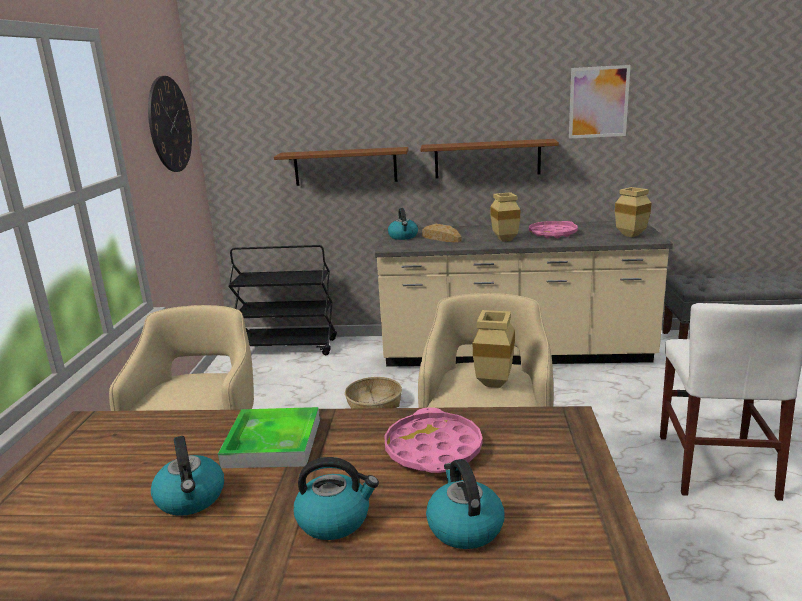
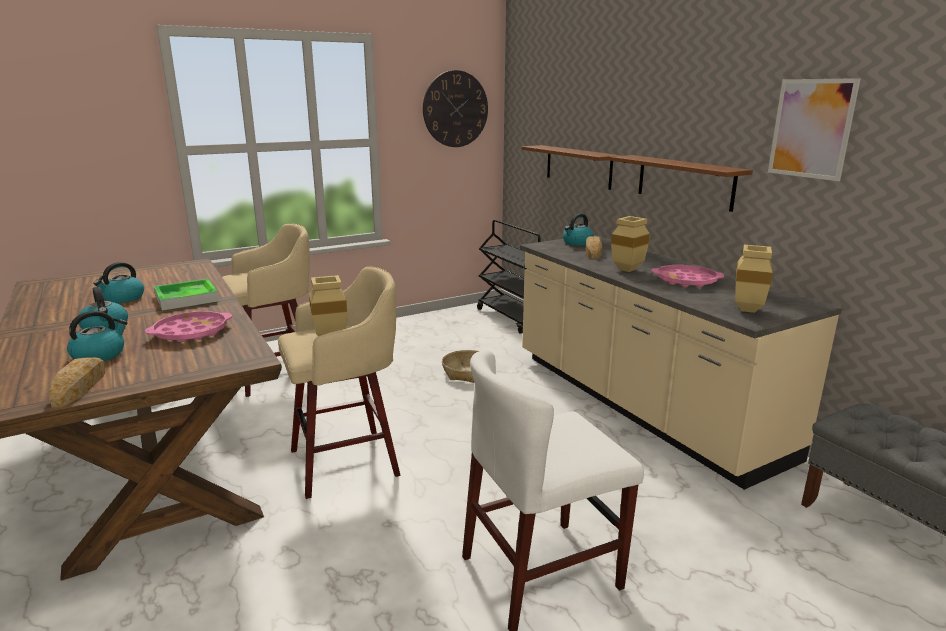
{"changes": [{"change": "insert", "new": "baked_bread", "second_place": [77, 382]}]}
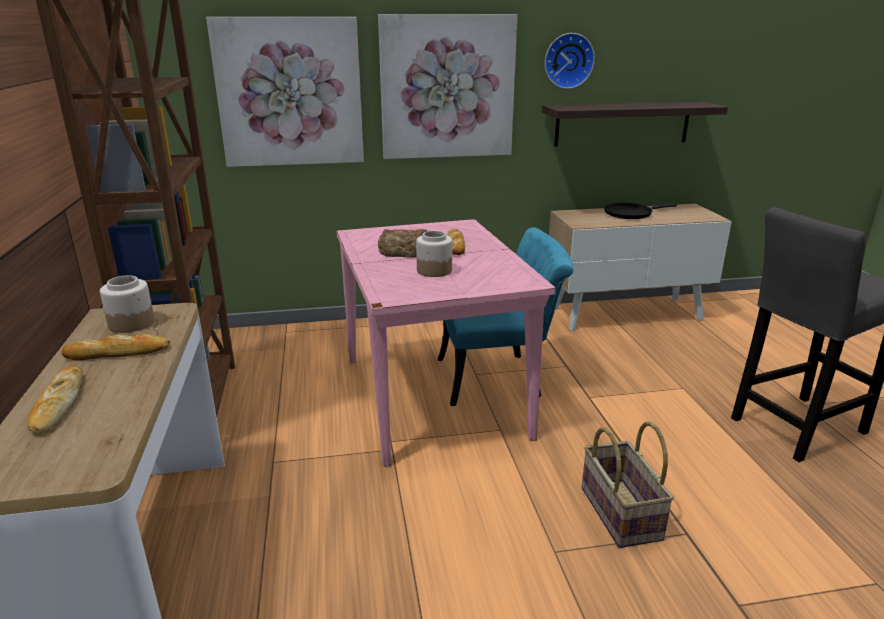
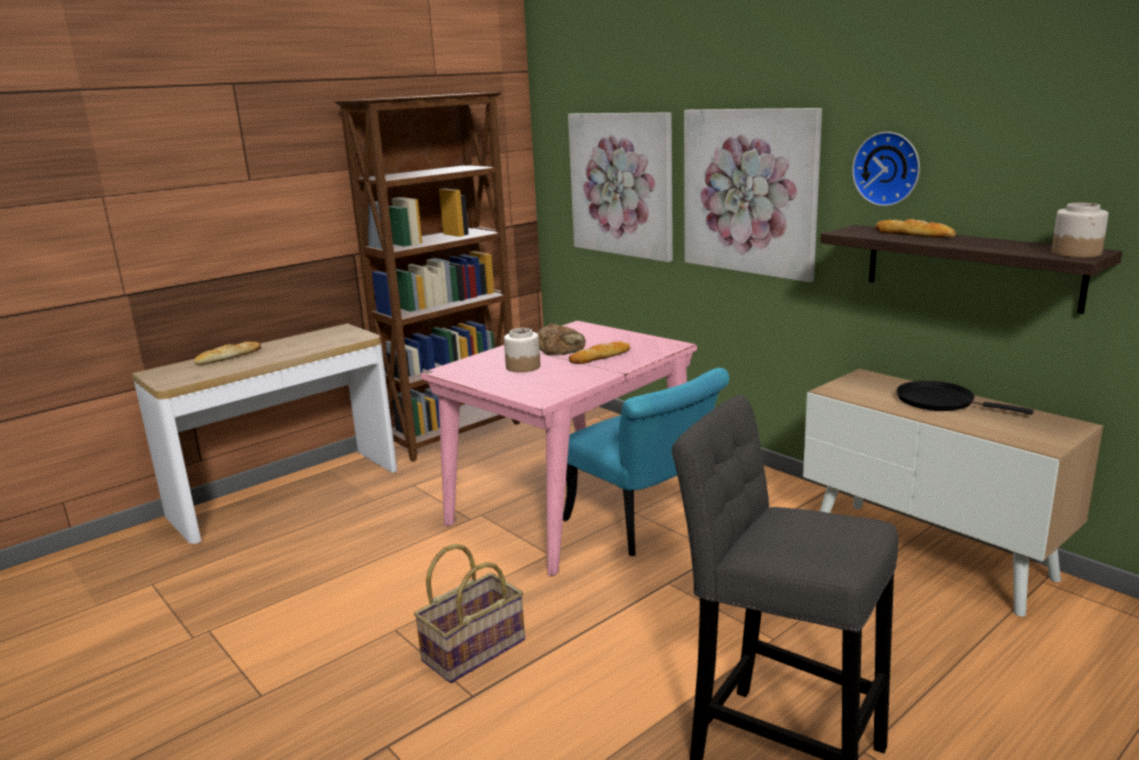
{"changes": [{"change": "move", "old": "jar", "first_place": [127, 304], "second_place": [1080, 230]}, {"change": "move", "old": "baked_bread", "first_place": [115, 347], "second_place": [915, 228]}]}
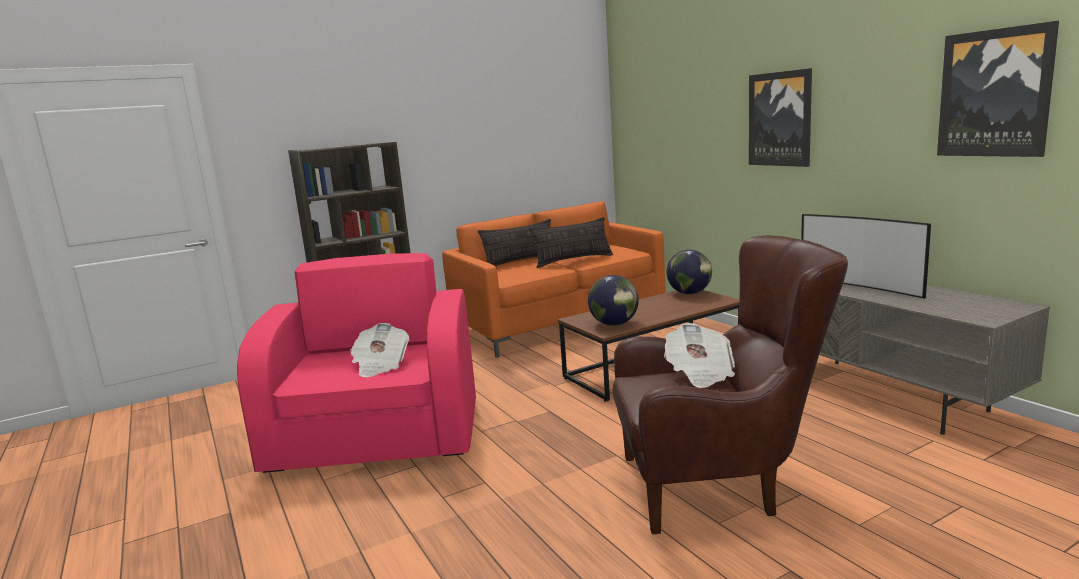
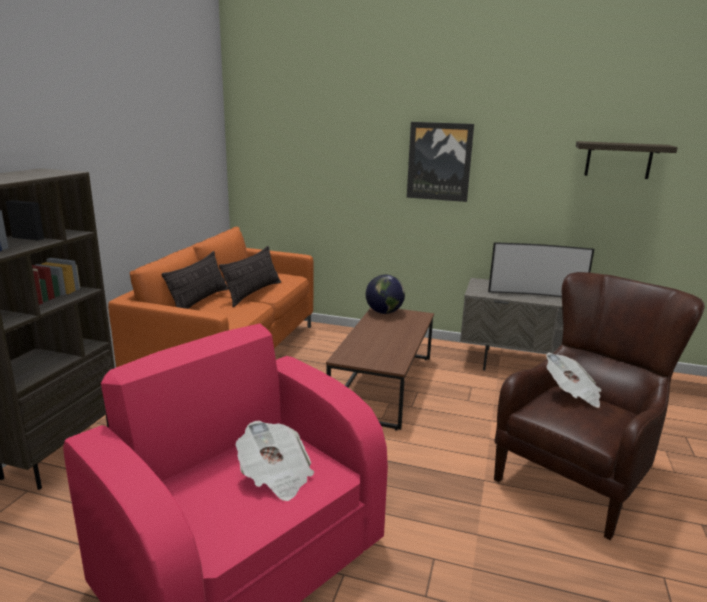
{"changes": [{"change": "replace", "old": "wall_picture", "new": "bracket_shelf", "first_place": [998, 89], "second_place": [627, 160]}, {"change": "delete", "old": "desk_globe", "first_place": [613, 300]}]}
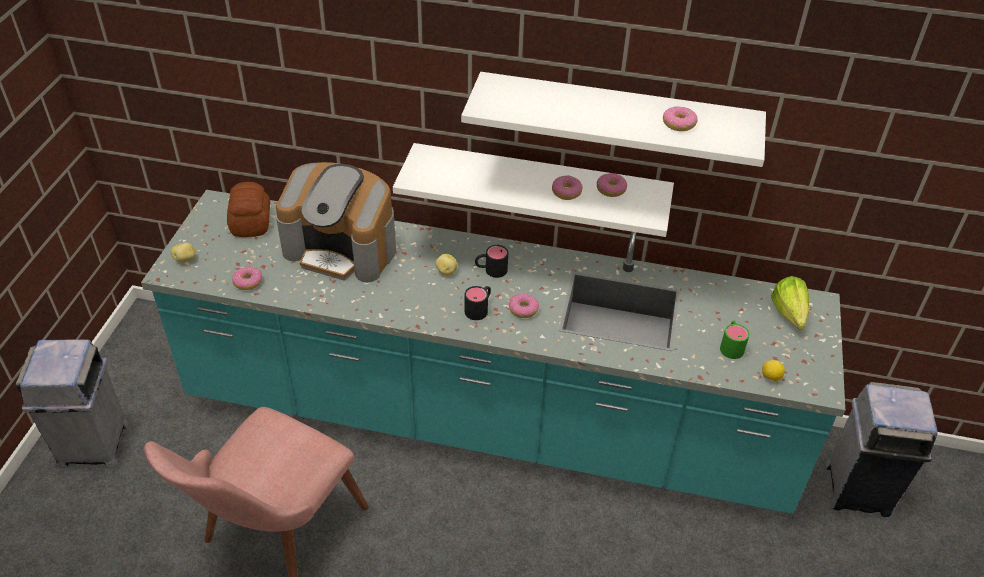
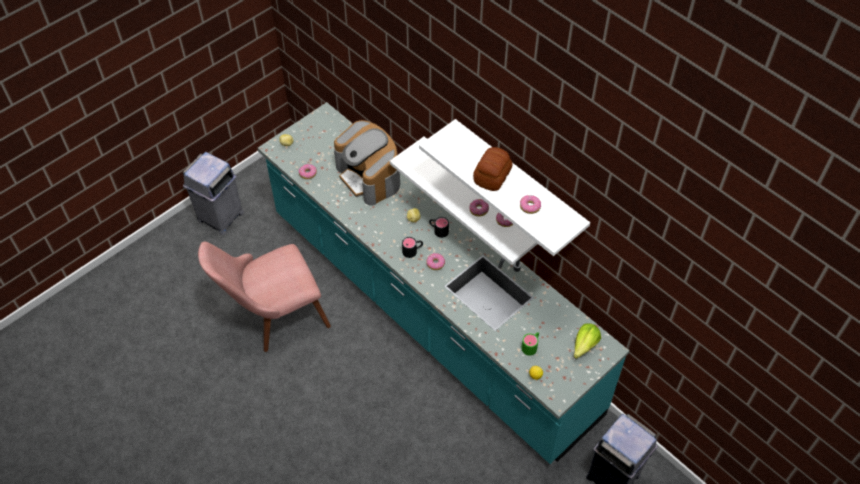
{"changes": [{"change": "move", "old": "baked_bread", "first_place": [248, 209], "second_place": [493, 169]}]}
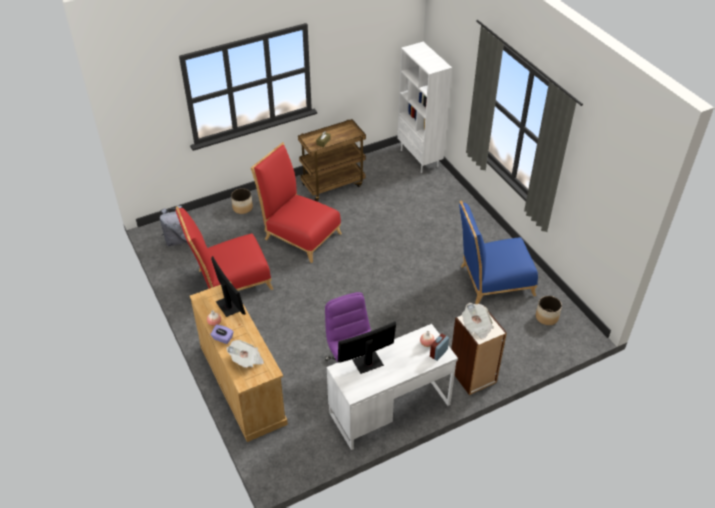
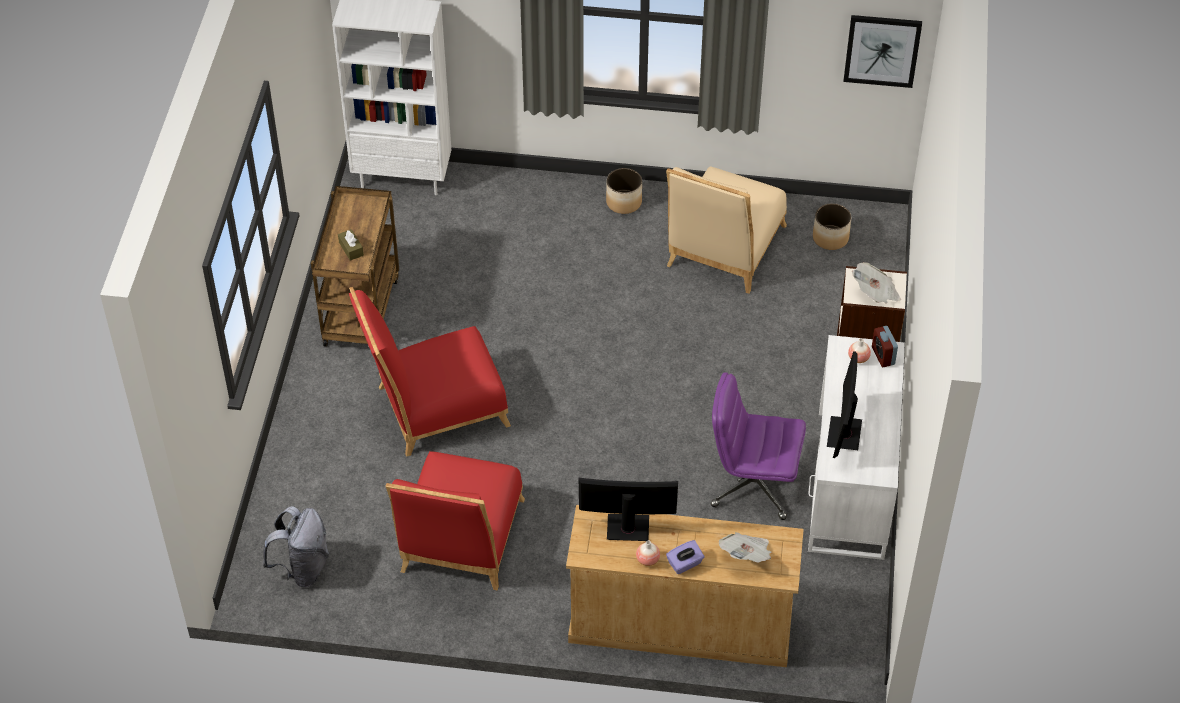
{"changes": [{"change": "move", "old": "planter", "first_place": [242, 201], "second_place": [624, 191]}, {"change": "recolor", "old": "blue-coloured_chair", "new": "sand-coloured_chair", "first_place": [498, 252], "second_place": [726, 230]}, {"change": "insert", "new": "wall_picture", "second_place": [882, 51]}]}
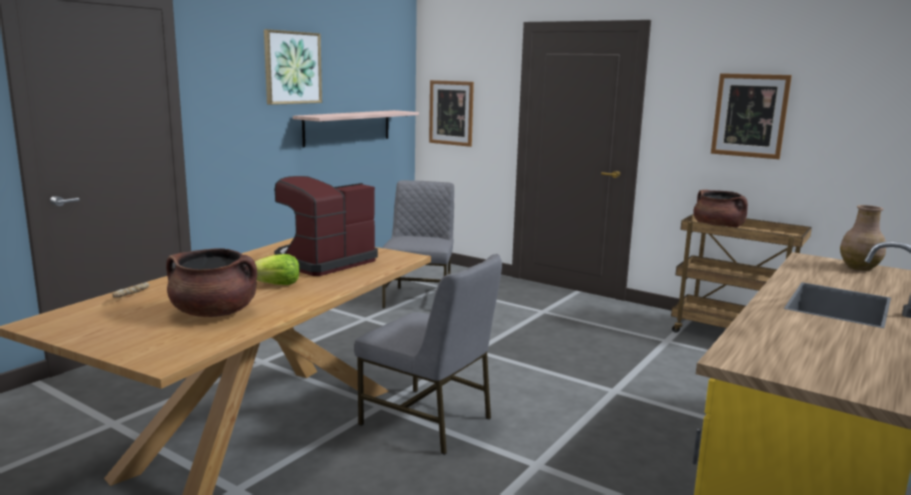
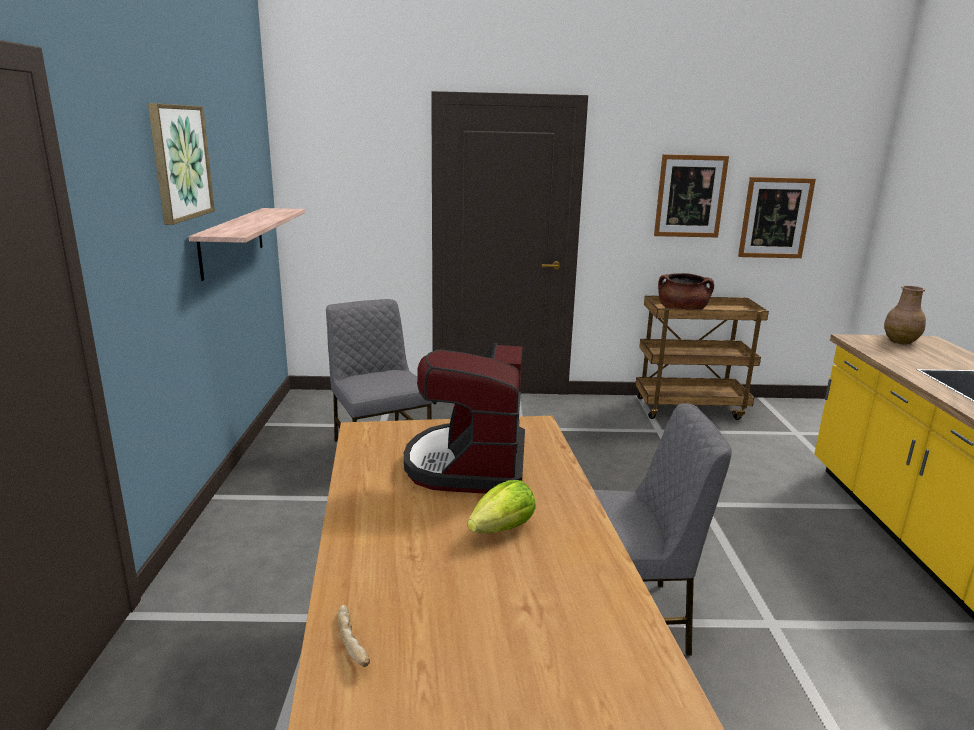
{"changes": [{"change": "move", "old": "wall_picture", "first_place": [451, 113], "second_place": [777, 217]}, {"change": "delete", "old": "brown_stockpot", "first_place": [211, 282]}]}
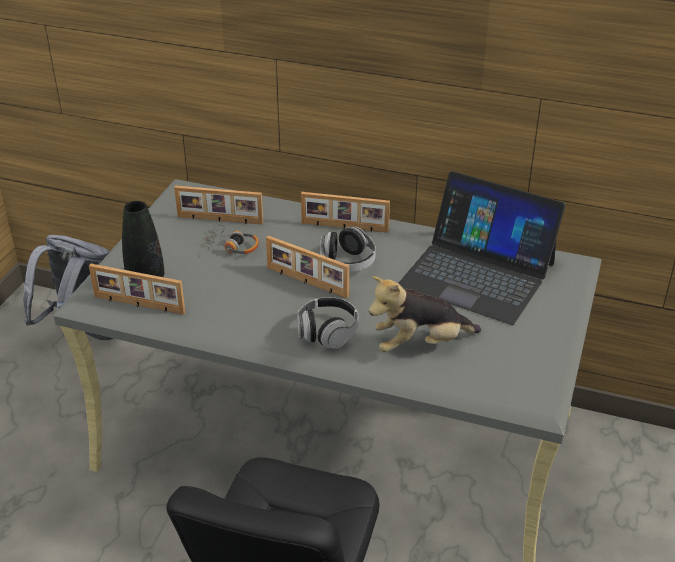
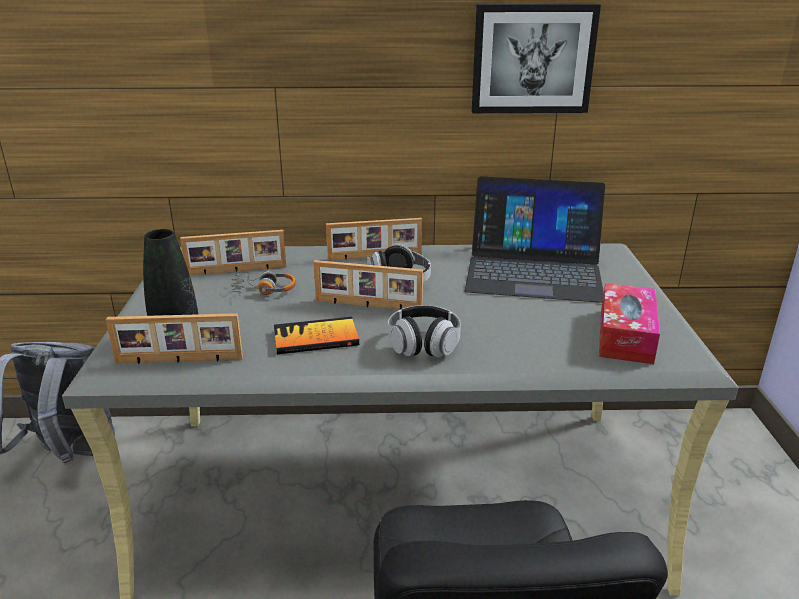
{"changes": [{"change": "delete", "old": "cuddly_toy", "first_place": [425, 314]}, {"change": "insert", "new": "wall_picture", "second_place": [536, 58]}, {"change": "insert", "new": "tissue_holder", "second_place": [629, 323]}, {"change": "insert", "new": "volume", "second_place": [316, 335]}]}
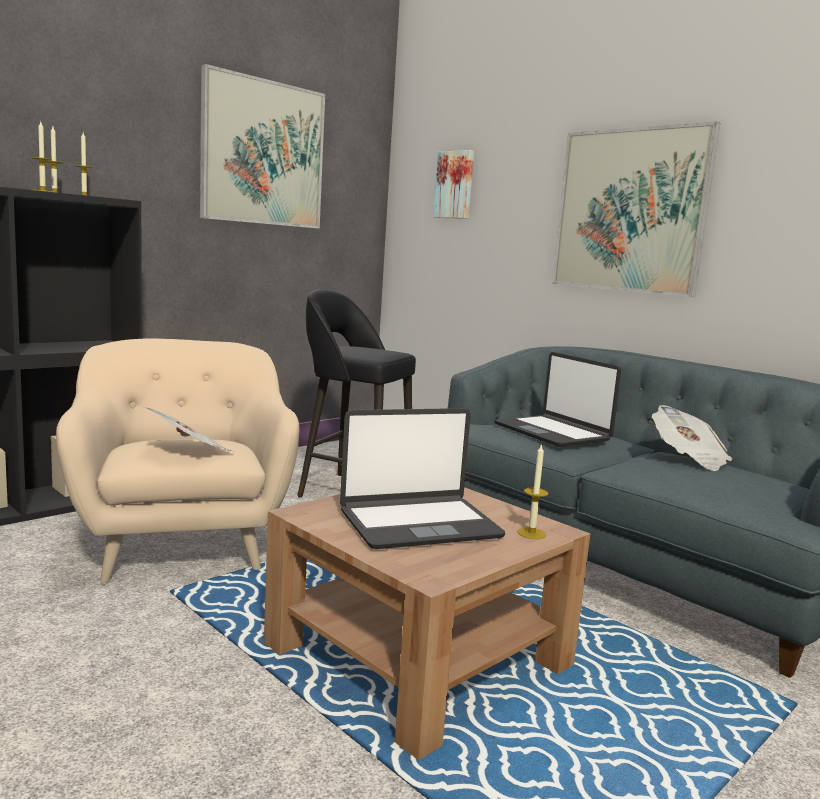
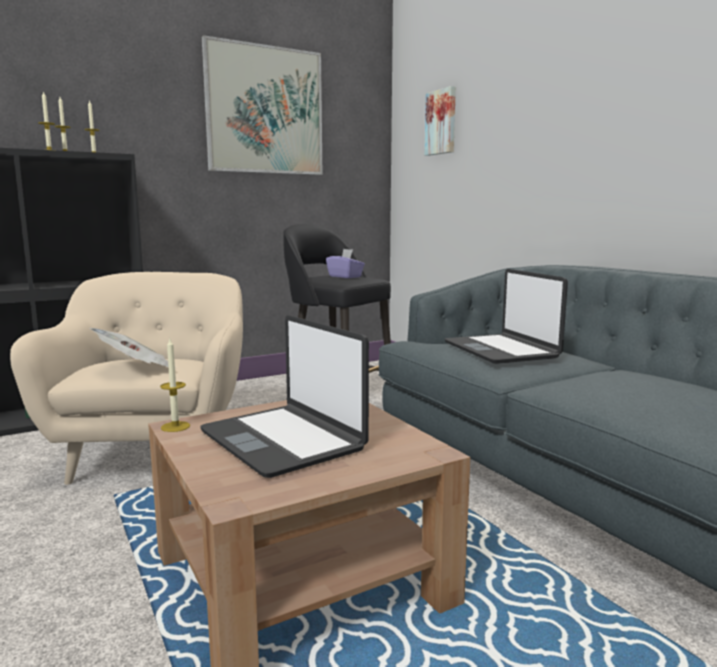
{"changes": [{"change": "delete", "old": "wall_picture", "first_place": [636, 209]}, {"change": "delete", "old": "newspaper", "first_place": [692, 438]}, {"change": "rotate", "old": "portable_computer", "first_place": [422, 478], "second_place": [284, 396], "degrees": 60}, {"change": "move", "old": "wax_candle", "first_place": [533, 491], "second_place": [175, 385]}, {"change": "insert", "new": "purple-coloured_tissue_holder", "second_place": [345, 263]}]}
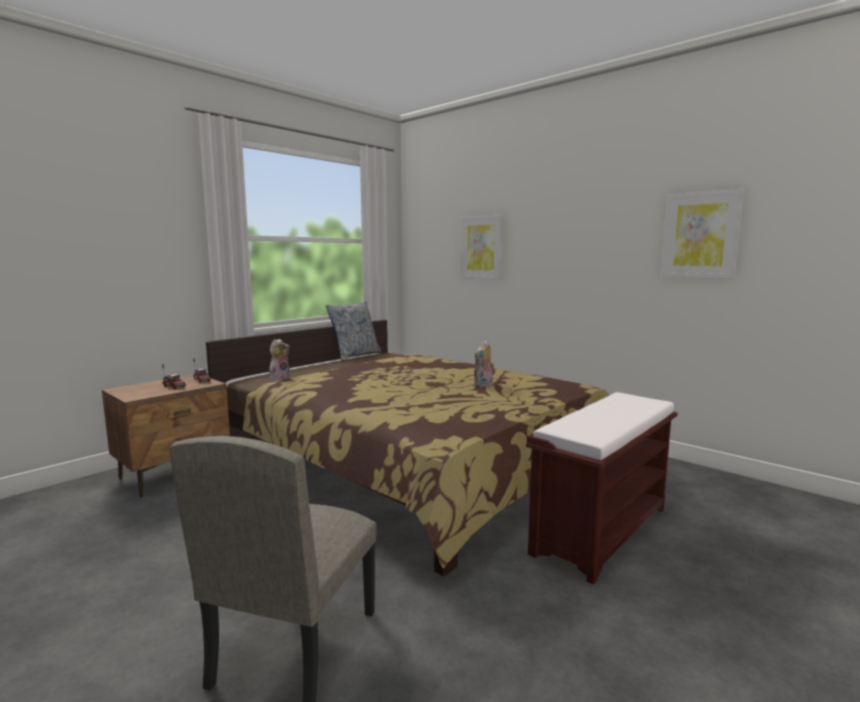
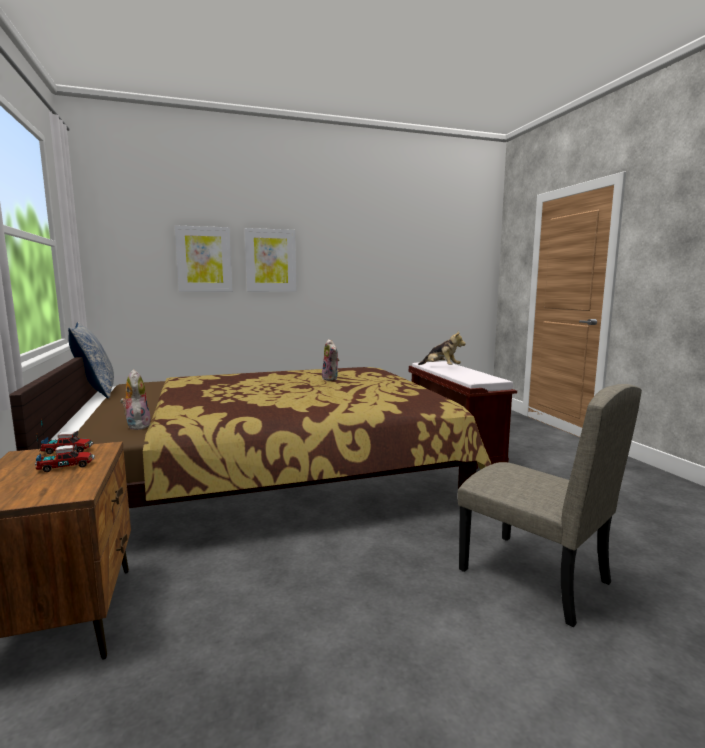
{"changes": [{"change": "move", "old": "wall_picture", "first_place": [702, 234], "second_place": [270, 260]}, {"change": "insert", "new": "cuddly_toy", "second_place": [442, 348]}]}
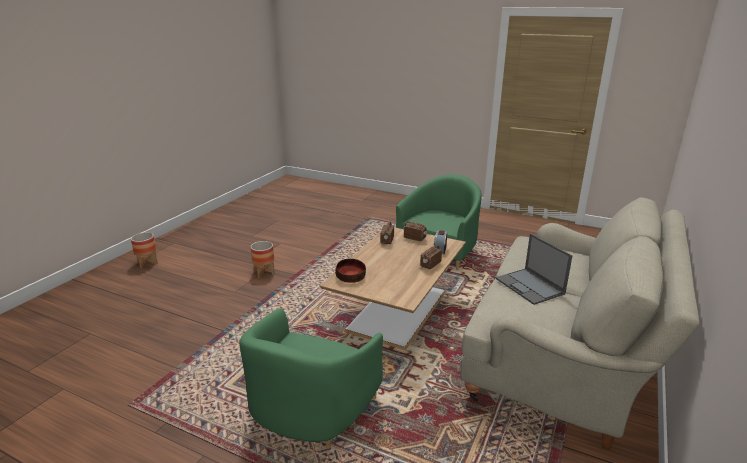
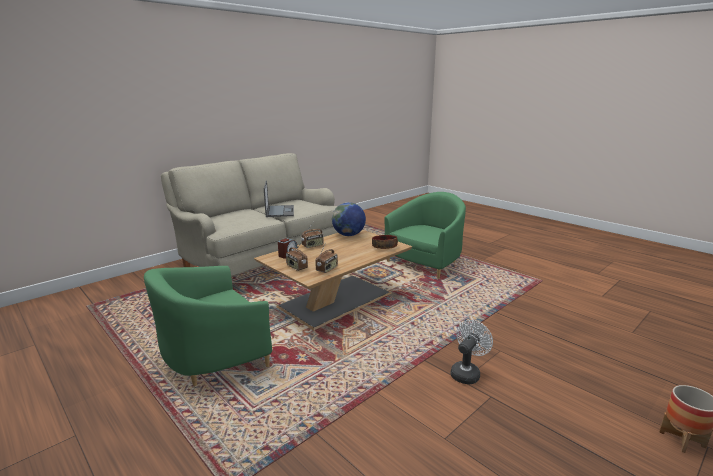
{"changes": [{"change": "replace", "old": "planter", "new": "white_electric_fan", "first_place": [263, 259], "second_place": [472, 352]}, {"change": "insert", "new": "desk_globe", "second_place": [349, 219]}]}
